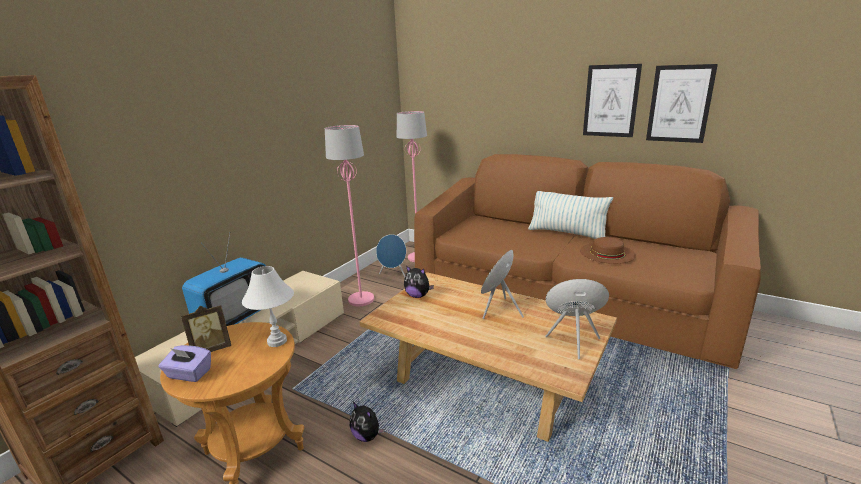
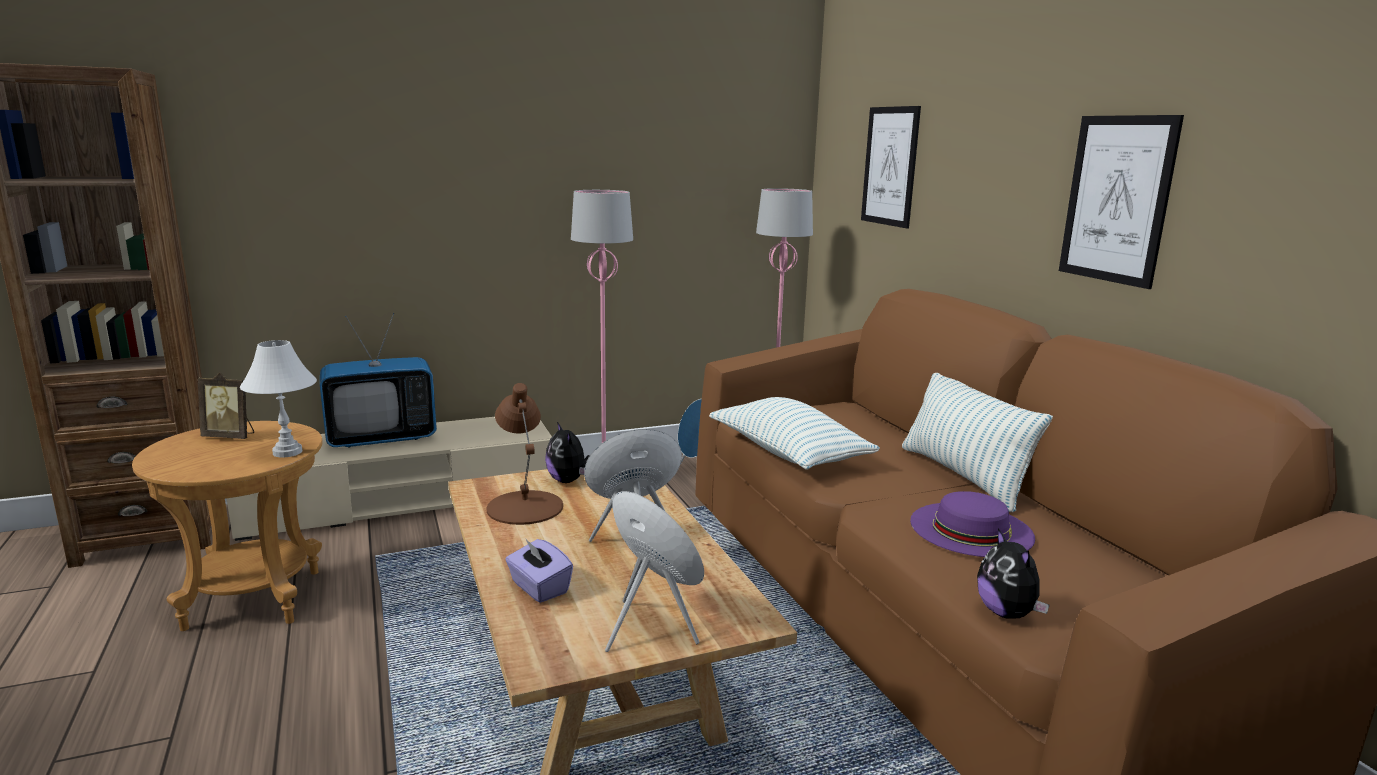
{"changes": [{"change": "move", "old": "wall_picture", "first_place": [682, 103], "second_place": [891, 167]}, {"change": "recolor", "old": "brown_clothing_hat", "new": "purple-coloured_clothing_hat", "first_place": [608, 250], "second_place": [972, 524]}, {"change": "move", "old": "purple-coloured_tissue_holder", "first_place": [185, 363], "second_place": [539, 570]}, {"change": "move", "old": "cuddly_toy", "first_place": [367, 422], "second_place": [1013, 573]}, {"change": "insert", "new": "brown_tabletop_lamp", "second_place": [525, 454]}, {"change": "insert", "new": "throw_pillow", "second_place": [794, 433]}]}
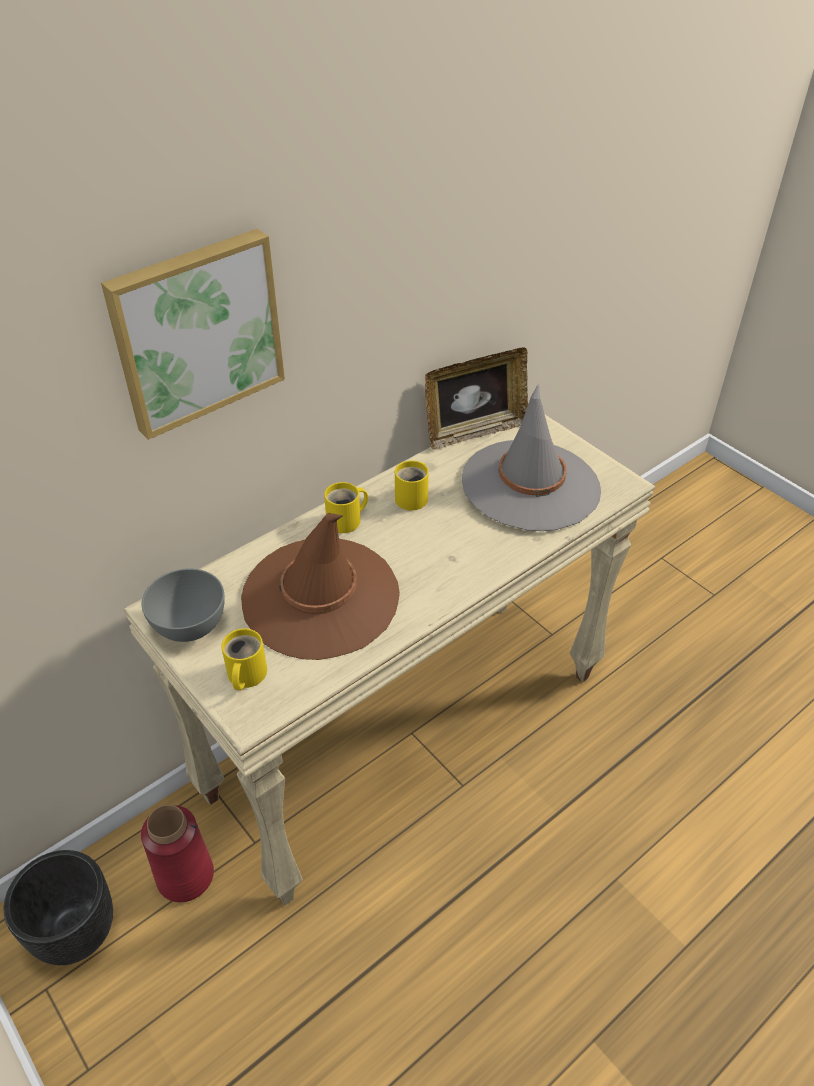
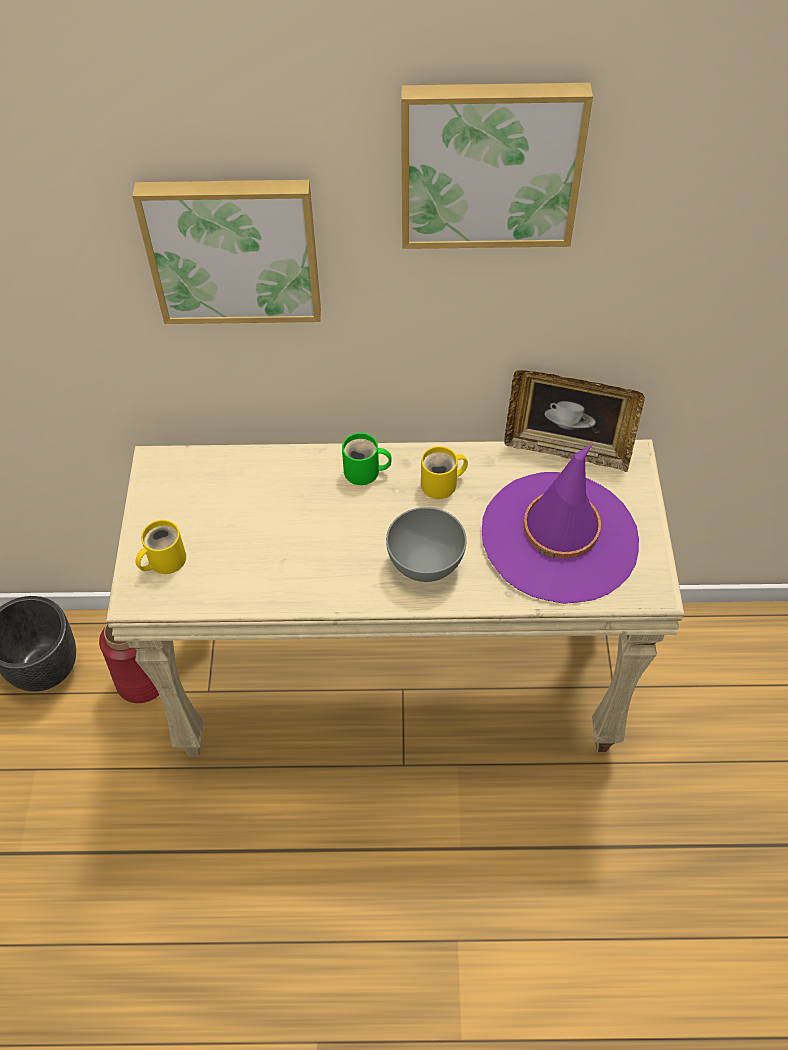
{"changes": [{"change": "recolor", "old": "greyish_clothing_hat", "new": "purple-coloured_clothing_hat", "first_place": [531, 457], "second_place": [560, 524]}, {"change": "recolor", "old": "yellow_coffee_mug", "new": "greenish_coffee_mug", "first_place": [346, 507], "second_place": [367, 459]}, {"change": "delete", "old": "brown_clothing_hat", "first_place": [320, 586]}, {"change": "move", "old": "greyish_serving_bowl", "first_place": [183, 605], "second_place": [426, 544]}, {"change": "insert", "new": "wall_picture", "second_place": [497, 166]}]}
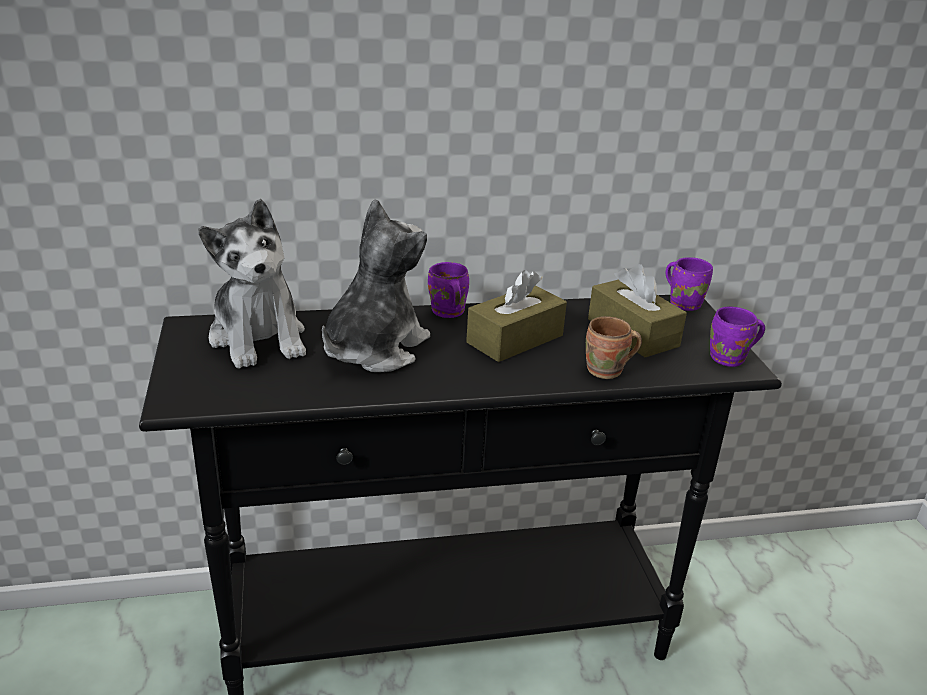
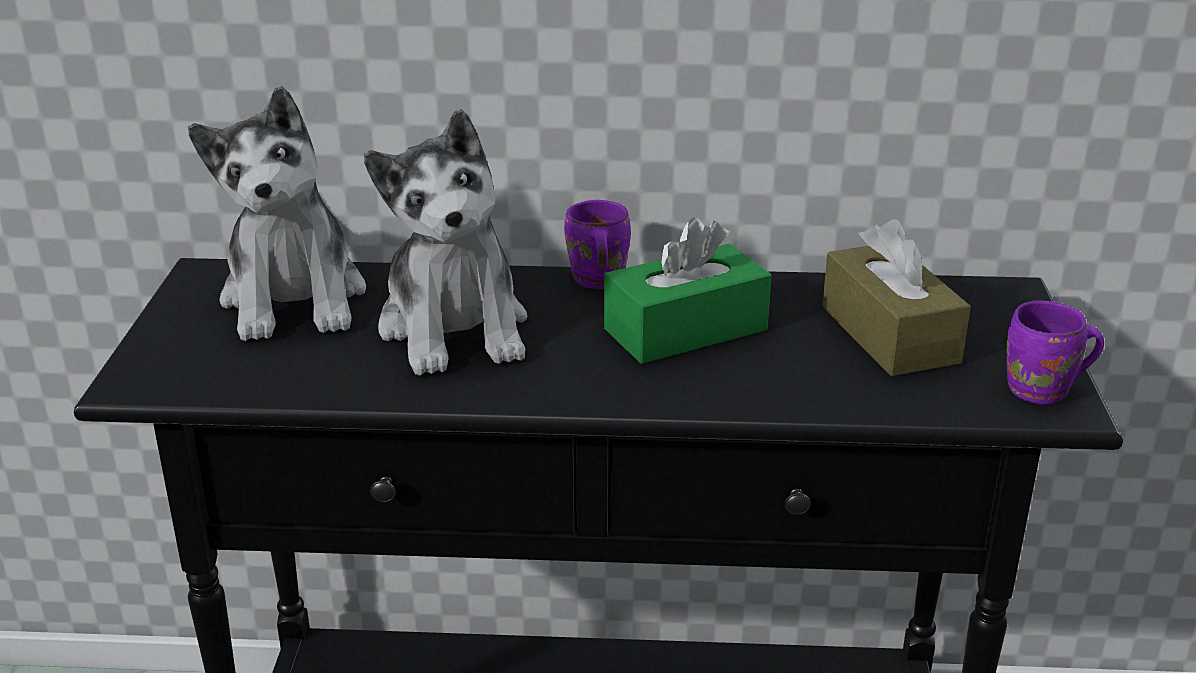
{"changes": [{"change": "rotate", "old": "cuddly_toy", "first_place": [376, 285], "second_place": [445, 242], "degrees": 120}, {"change": "delete", "old": "purple-coloured_coffee_mug", "first_place": [689, 284]}, {"change": "recolor", "old": "brown_tissue_holder", "new": "greenish_tissue_holder", "first_place": [516, 316], "second_place": [687, 291]}, {"change": "delete", "old": "brown_coffee_mug", "first_place": [614, 347]}]}
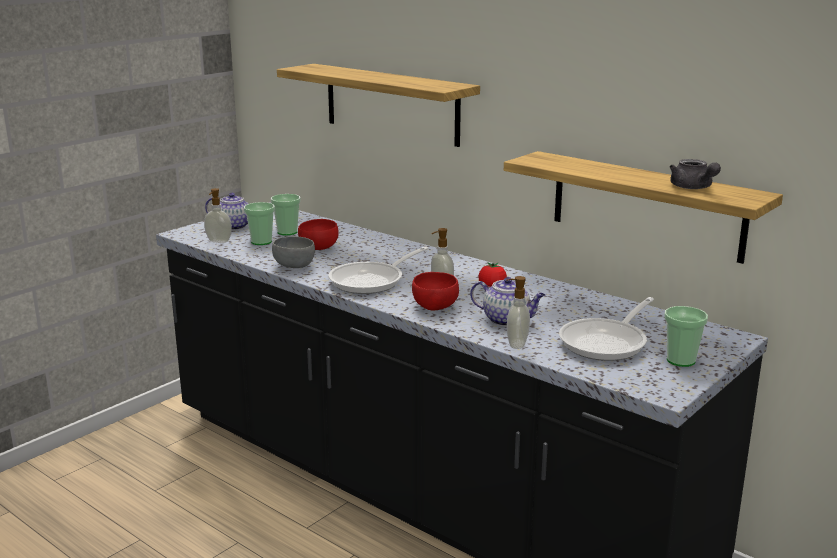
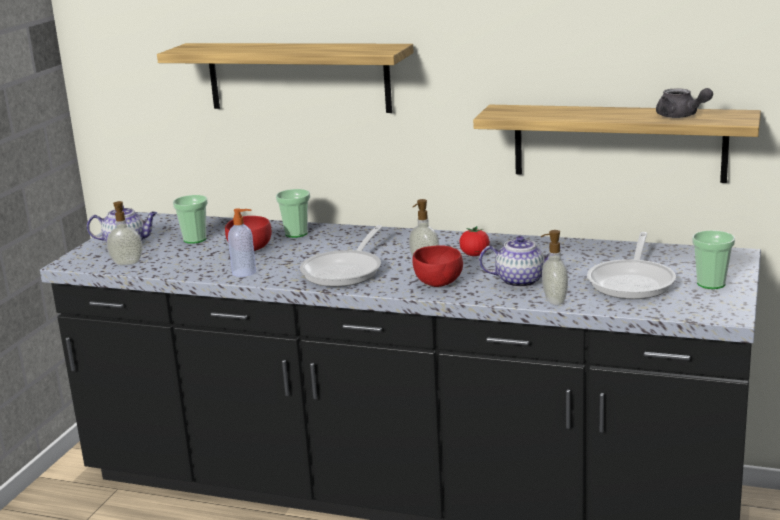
{"changes": [{"change": "move", "old": "small_cup", "first_place": [259, 223], "second_place": [293, 213]}, {"change": "replace", "old": "greyish_serving_bowl", "new": "soap_dispenser", "first_place": [293, 252], "second_place": [242, 242]}]}
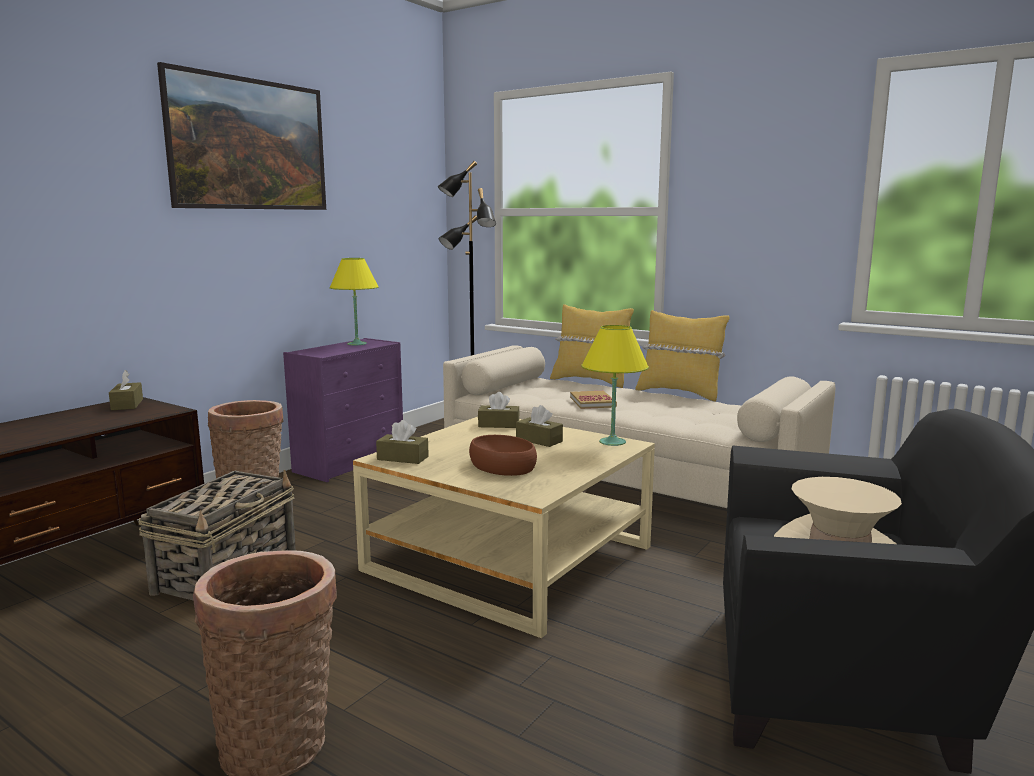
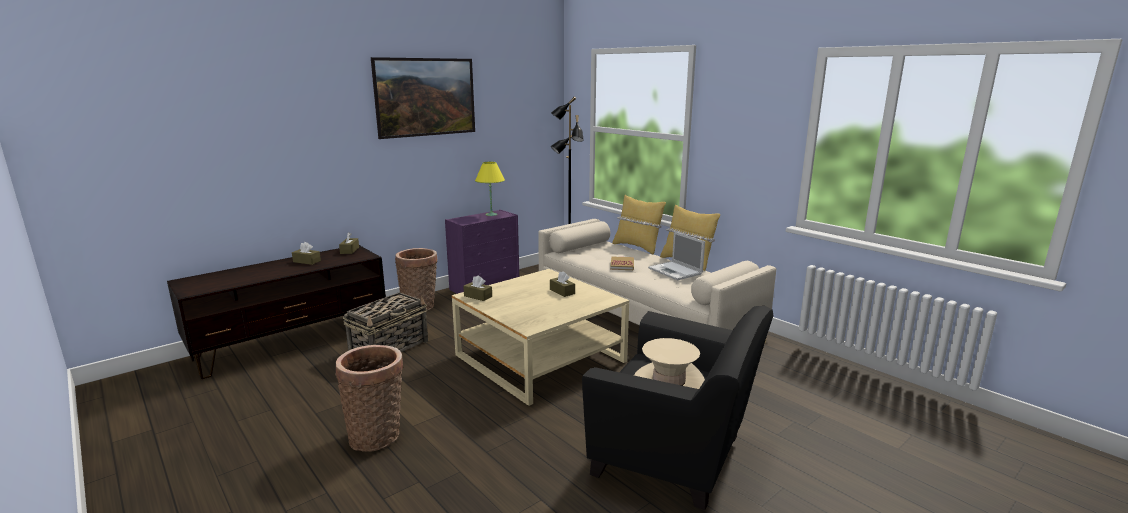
{"changes": [{"change": "delete", "old": "yellow_tabletop_lamp", "first_place": [615, 385]}, {"change": "move", "old": "brown_tissue_holder", "first_place": [499, 410], "second_place": [306, 253]}, {"change": "delete", "old": "brown_serving_bowl", "first_place": [503, 455]}, {"change": "insert", "new": "portable_computer", "second_place": [676, 255]}]}
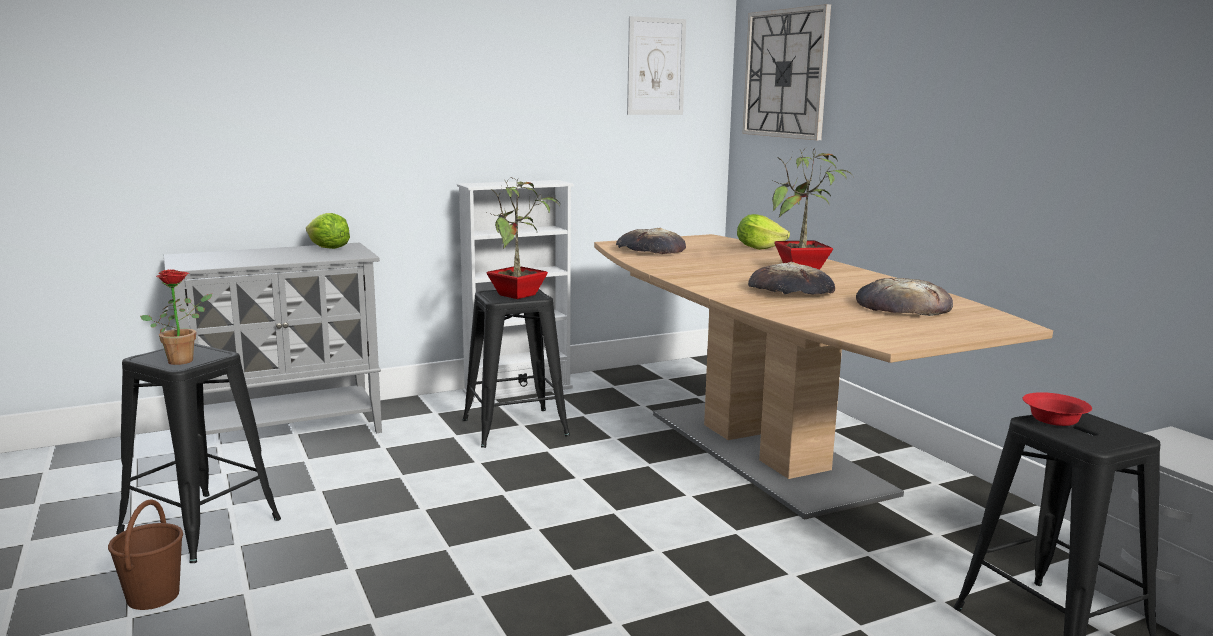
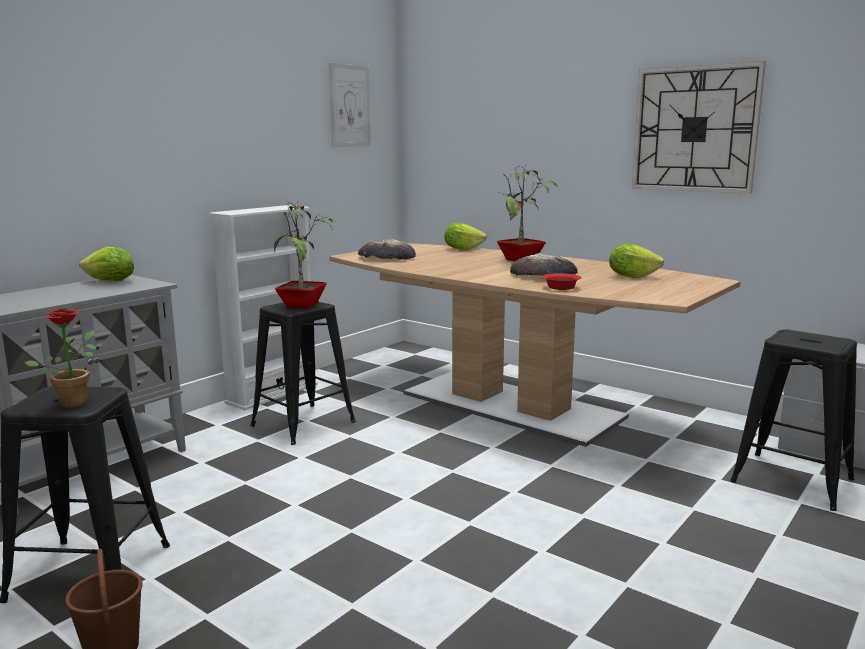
{"changes": [{"change": "move", "old": "hanging_clock", "first_place": [786, 72], "second_place": [699, 127]}, {"change": "replace", "old": "baked_bread", "new": "head_of_lettuce", "first_place": [904, 297], "second_place": [636, 260]}, {"change": "move", "old": "red-coloured_serving_bowl", "first_place": [1057, 409], "second_place": [562, 281]}]}
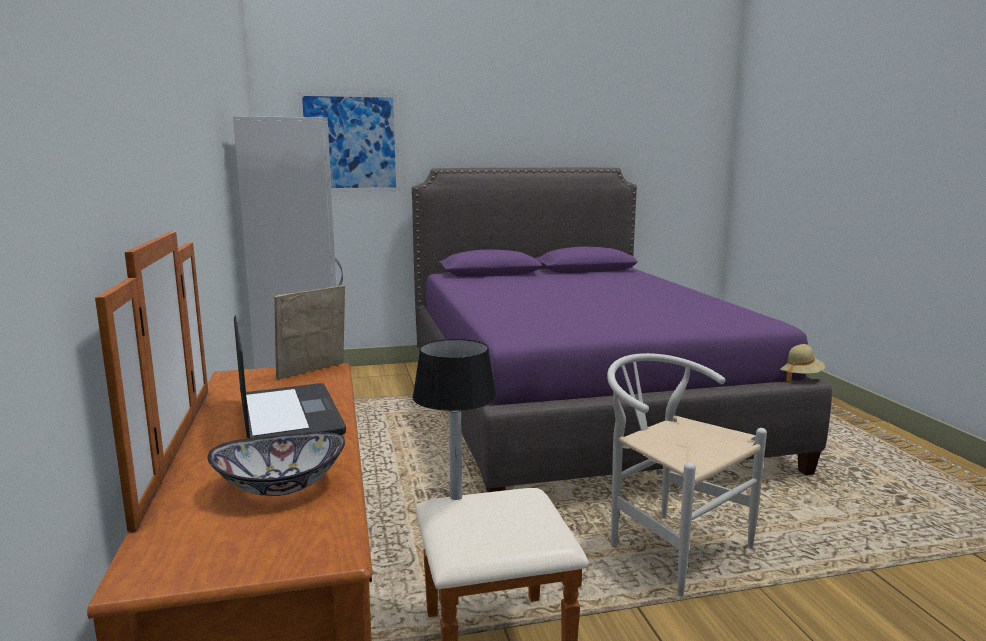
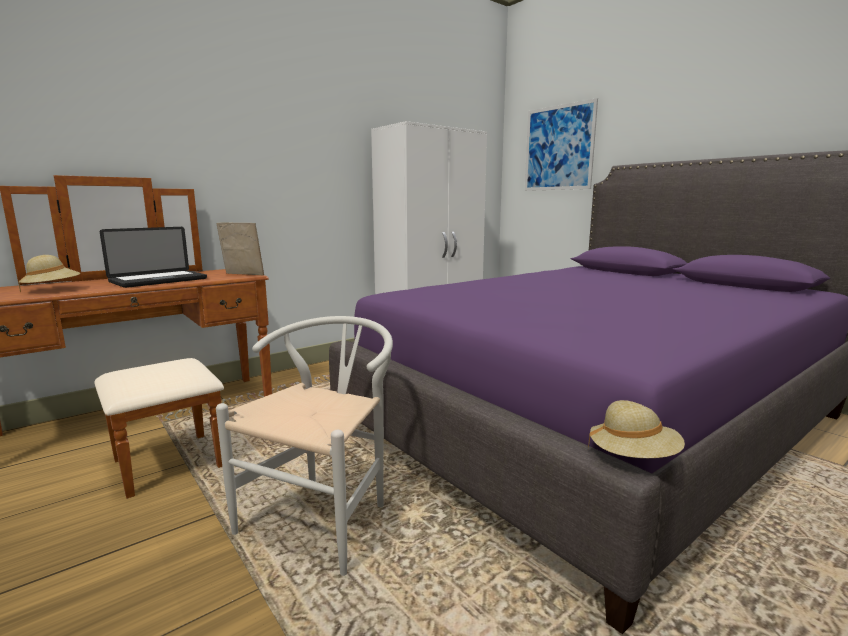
{"changes": [{"change": "delete", "old": "tabletop_lamp", "first_place": [454, 419]}, {"change": "replace", "old": "serving_bowl", "new": "sand-coloured_clothing_hat", "first_place": [276, 464], "second_place": [49, 274]}]}
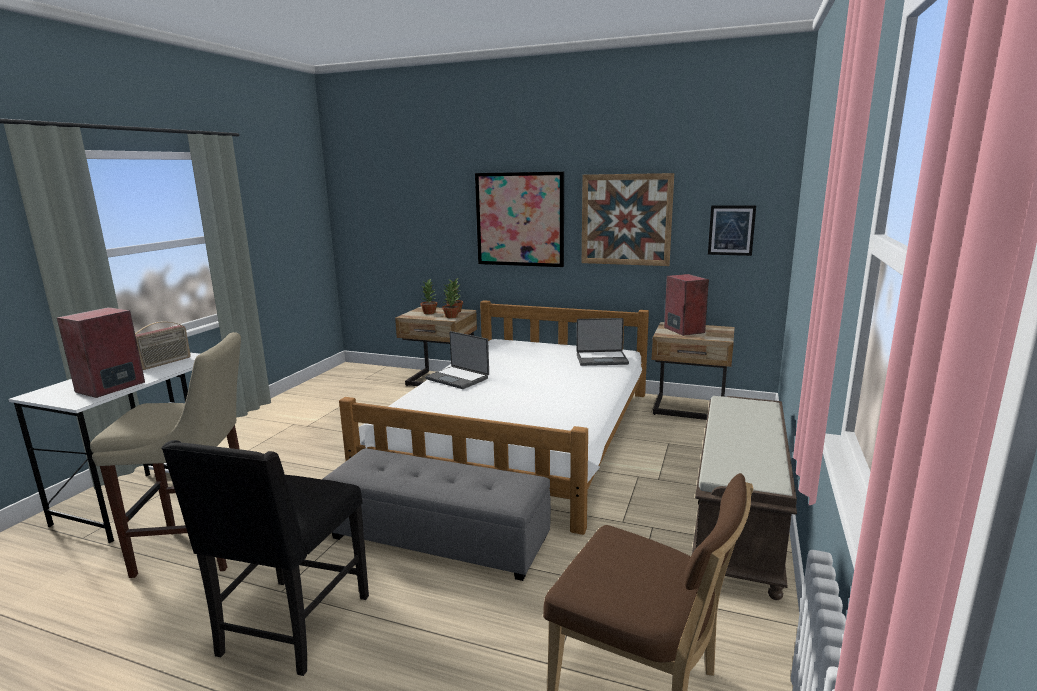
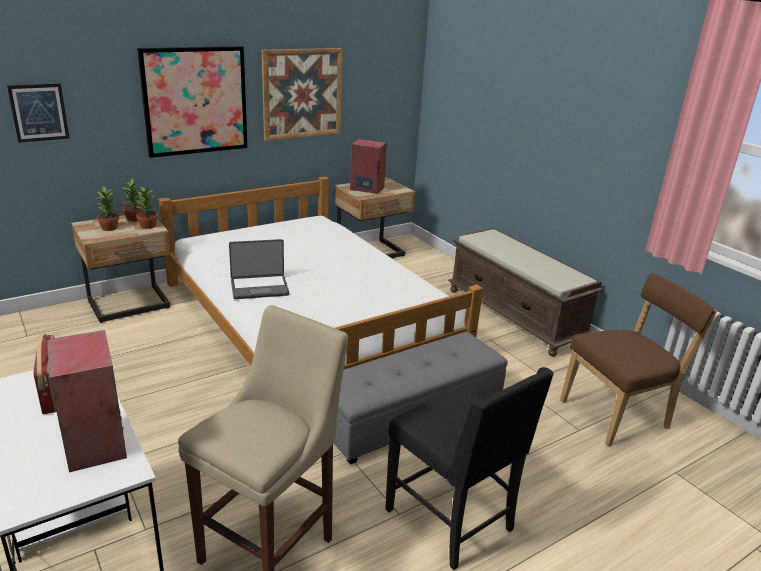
{"changes": [{"change": "move", "old": "wall_picture", "first_place": [732, 230], "second_place": [38, 113]}, {"change": "delete", "old": "portable_computer", "first_place": [602, 342]}]}
